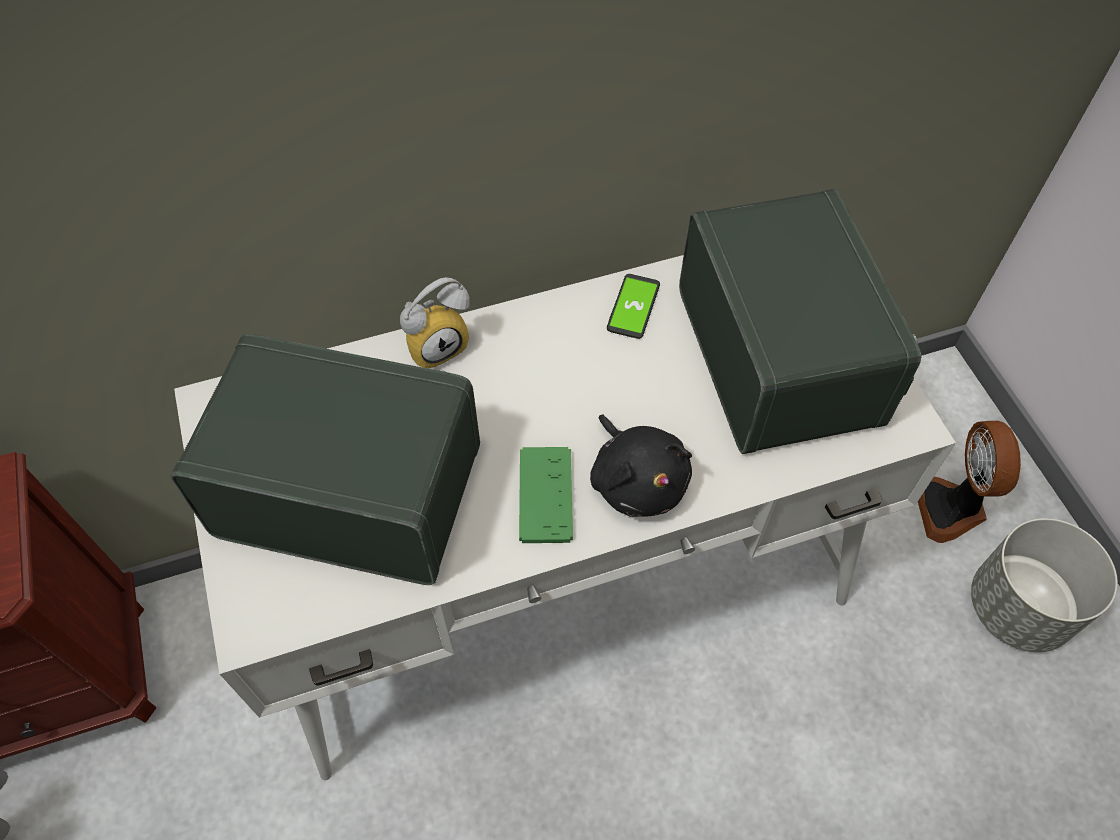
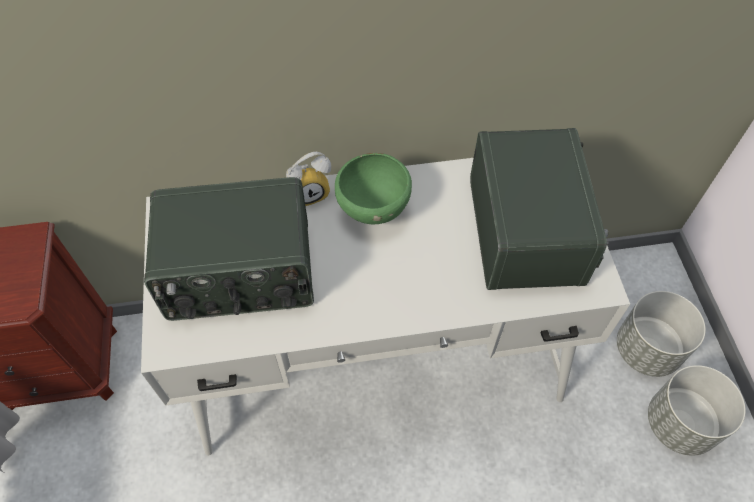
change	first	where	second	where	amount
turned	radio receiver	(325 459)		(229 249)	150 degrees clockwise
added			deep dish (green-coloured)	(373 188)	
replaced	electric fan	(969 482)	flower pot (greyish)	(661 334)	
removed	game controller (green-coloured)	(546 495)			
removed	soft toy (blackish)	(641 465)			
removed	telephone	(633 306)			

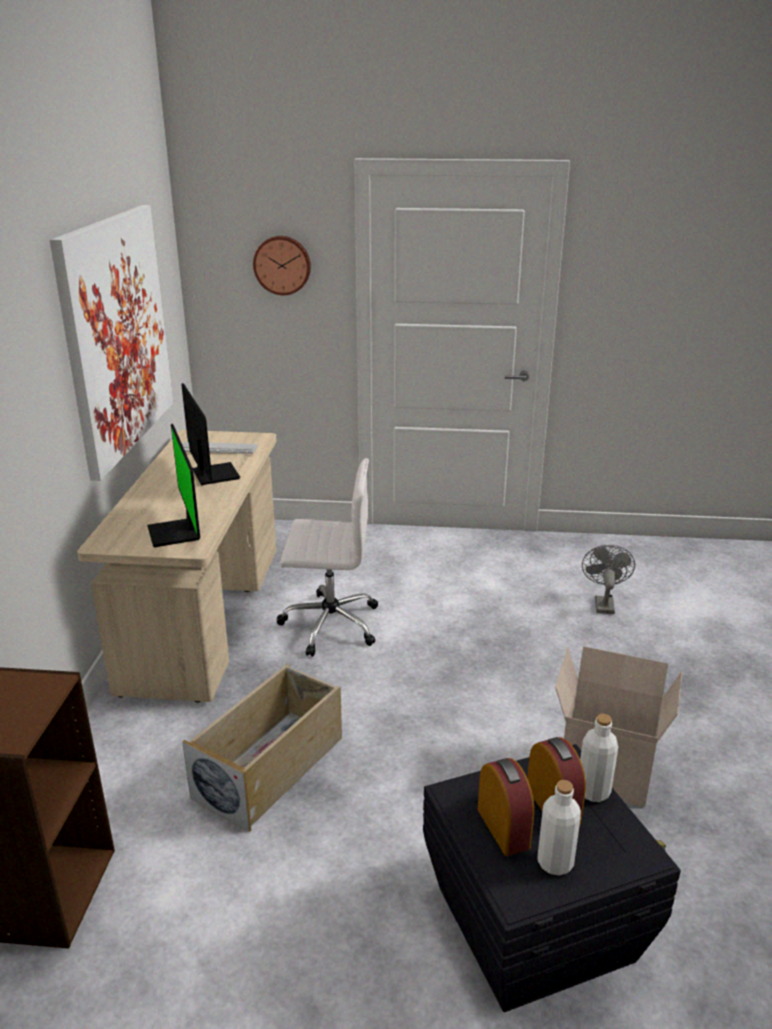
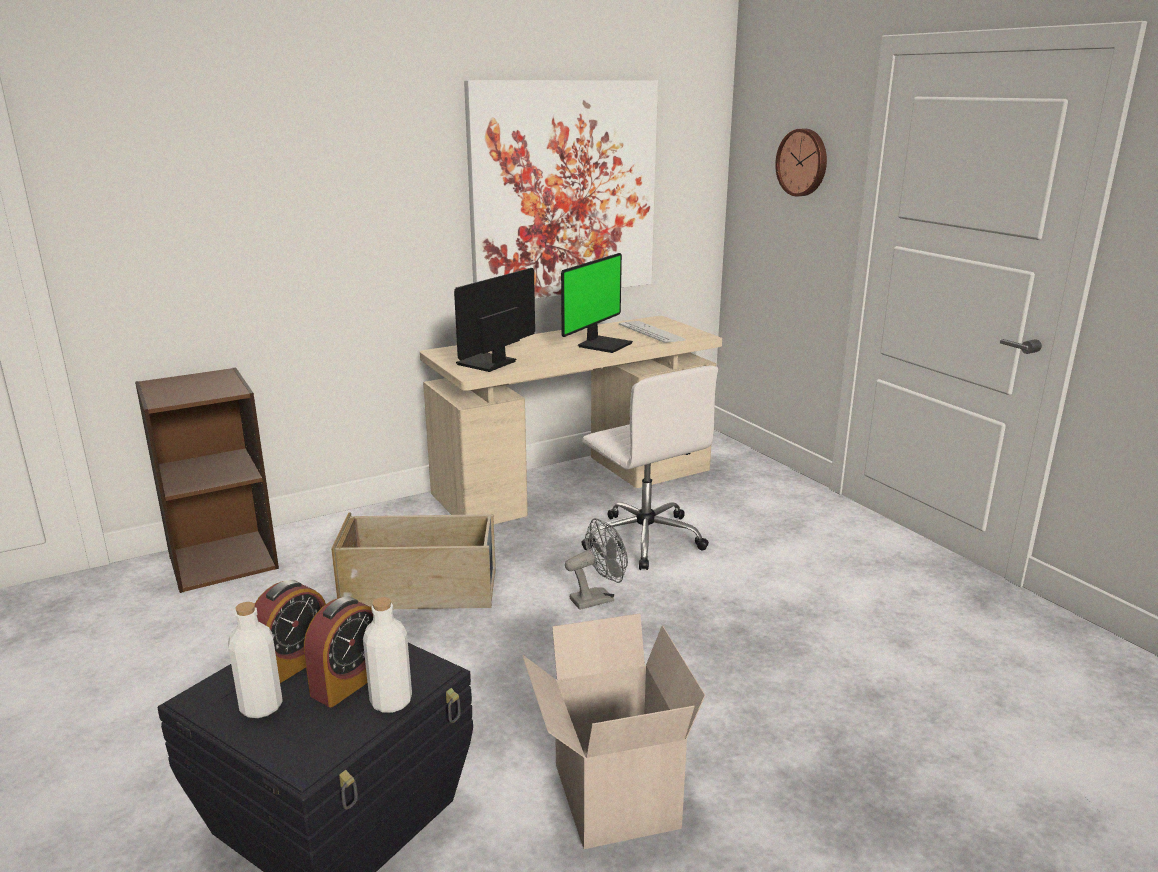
change	first	where	second	where	amount
moved	electric fan (greyish)	(608 579)		(596 564)	

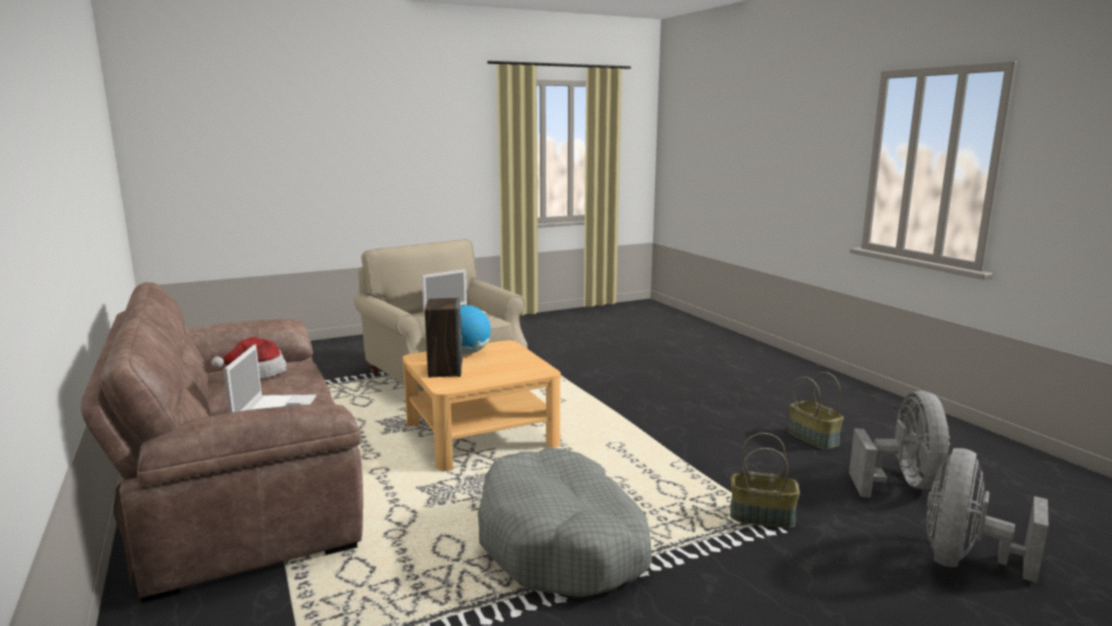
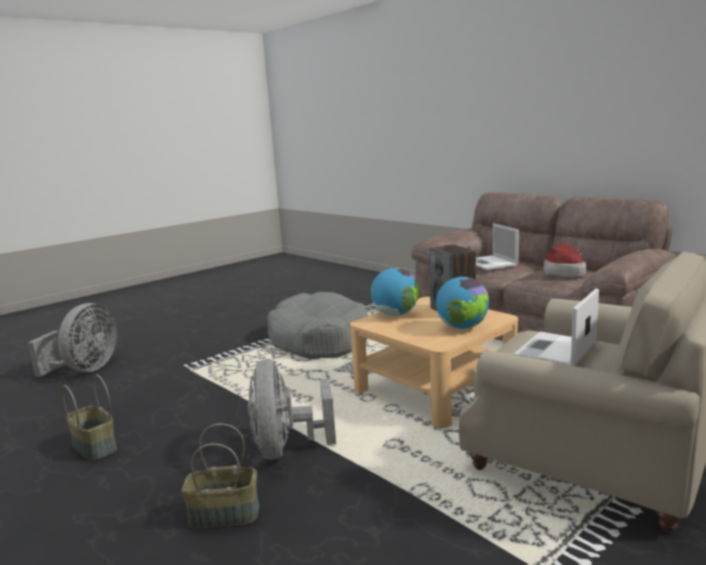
change	first	where	second	where	amount
moved	household basket	(765 480)		(220 475)	
moved	electric fan (greyish)	(899 444)		(292 409)	
added			desk globe	(395 292)	

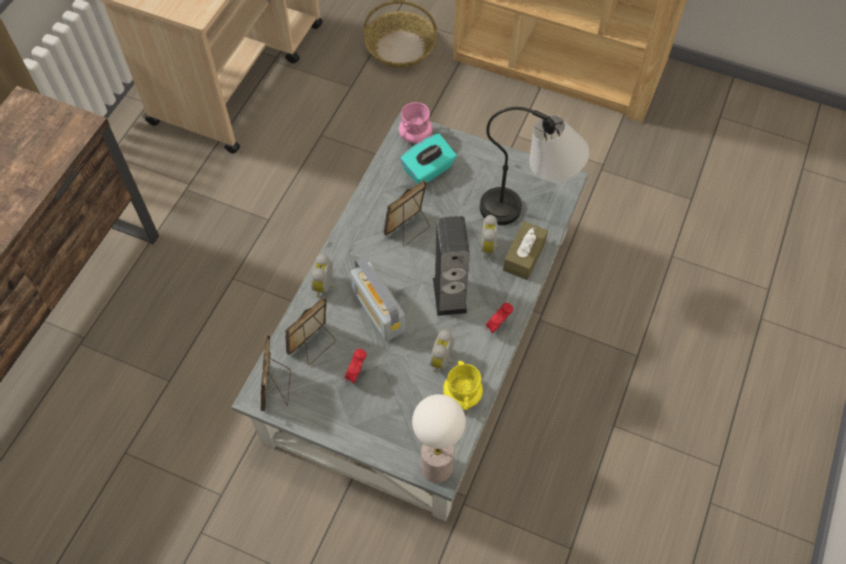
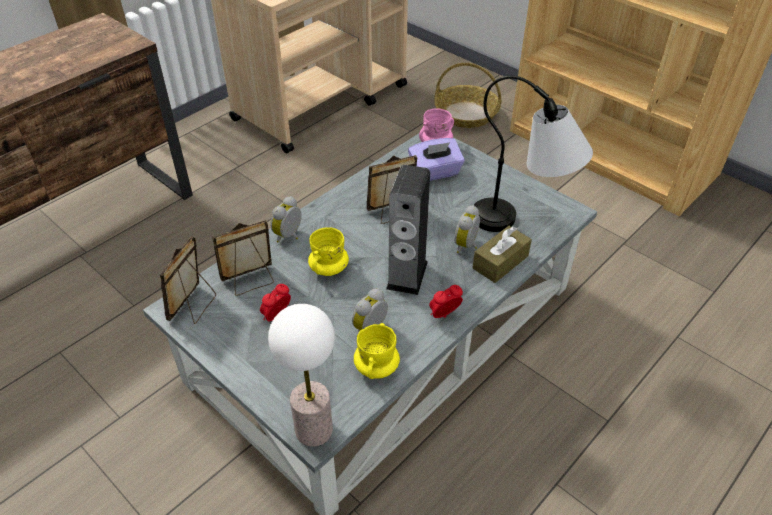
change	first	where	second	where	amount
replaced	radio receiver	(377 299)	tea mug (yellow-coloured)	(328 251)	
recoloured	tissue holder (blue-green)	(428 159)	tissue holder (purple)	(436 159)	

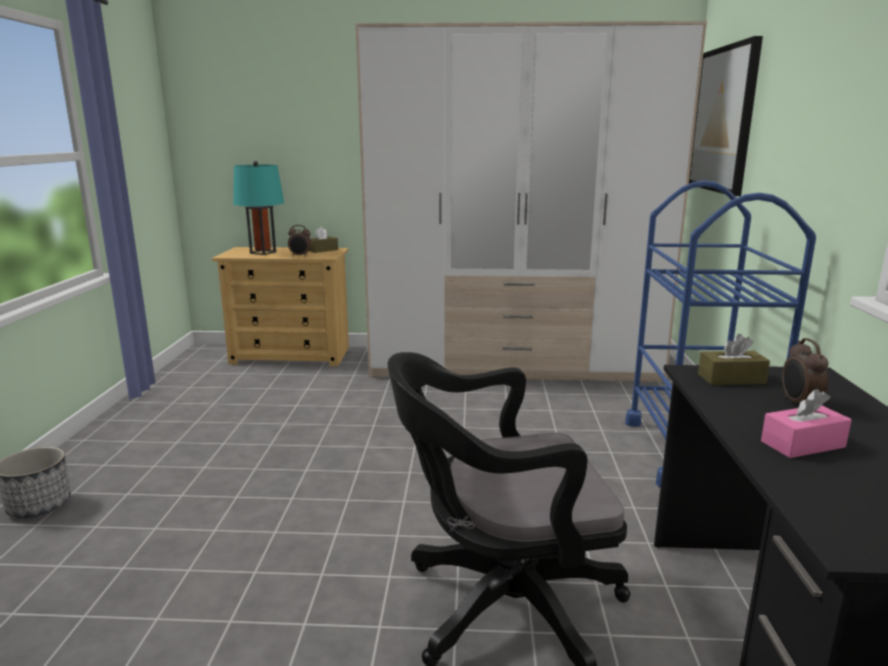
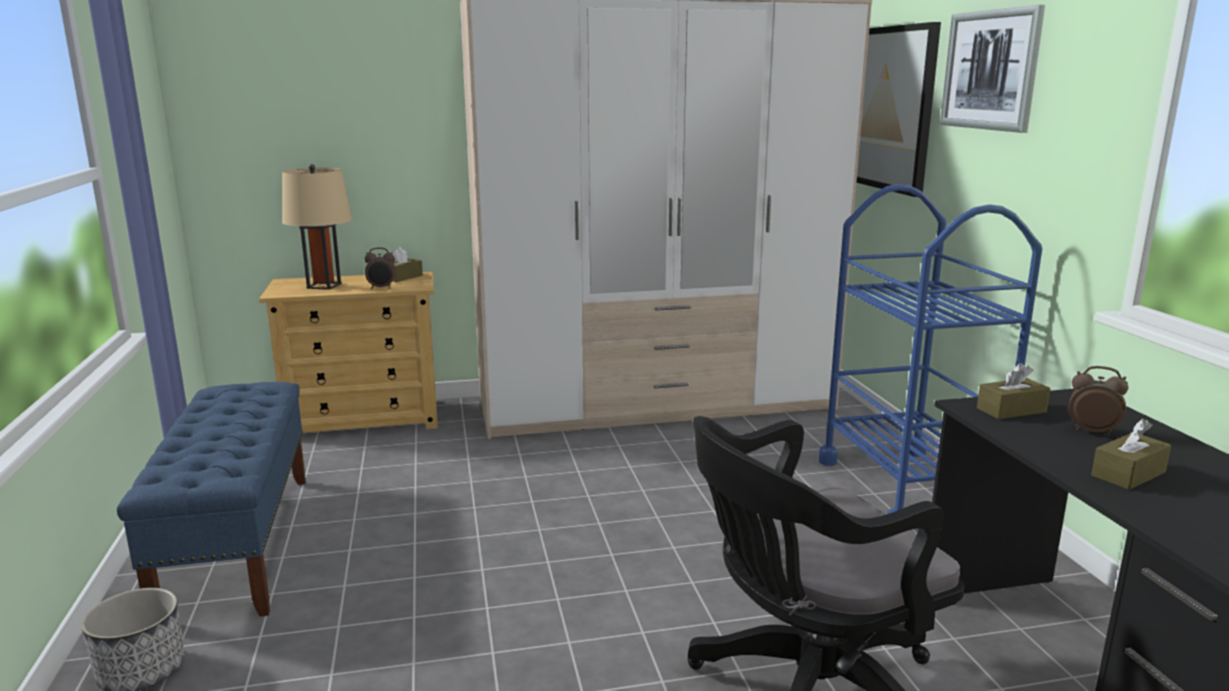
change	first	where	second	where	amount
added			long seat (bluish)	(211 499)	
recoloured	table lamp (blue-green)	(258 208)	table lamp (sand-coloured)	(317 227)	
added			wall picture	(992 69)	
turned	alarm clock	(805 371)		(1098 401)	135 degrees clockwise
recoloured	tissue holder (pink)	(806 423)	tissue holder (brownish)	(1131 454)	

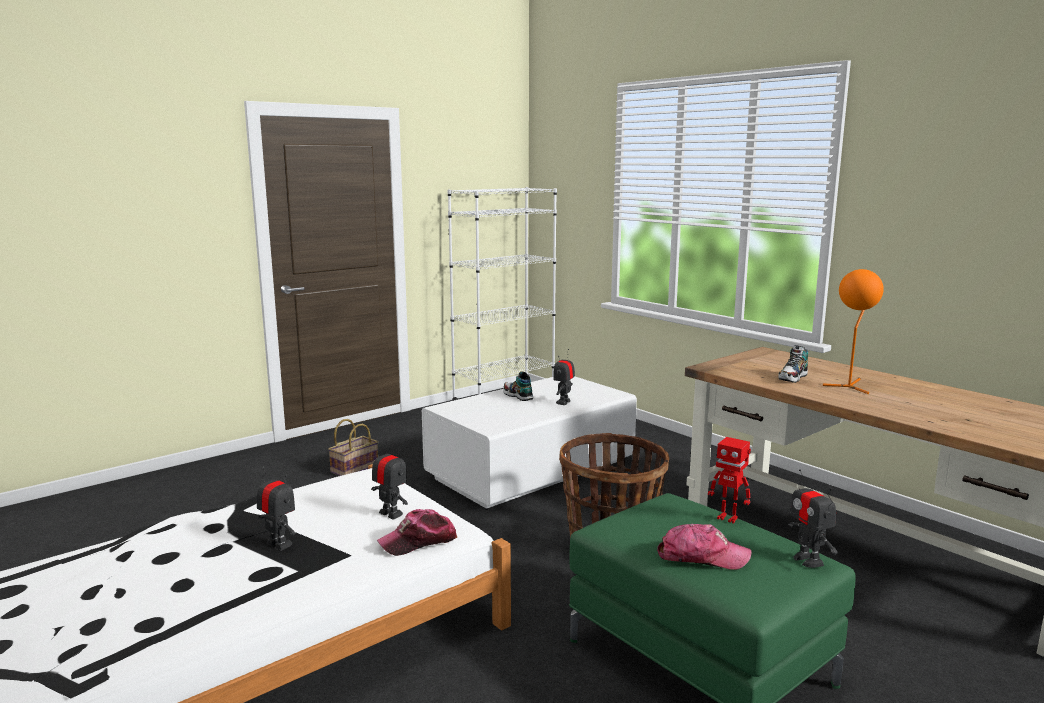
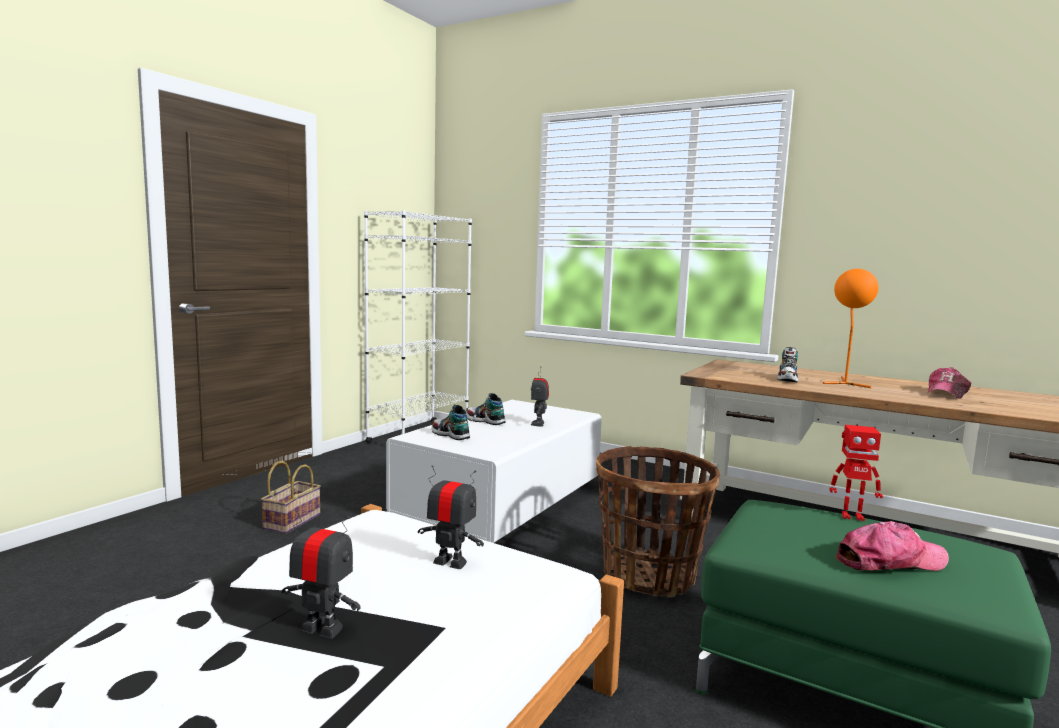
change	first	where	second	where	amount
added			shoe	(451 422)	
moved	baseball cap	(417 532)		(949 383)	
removed	model robot	(813 518)			

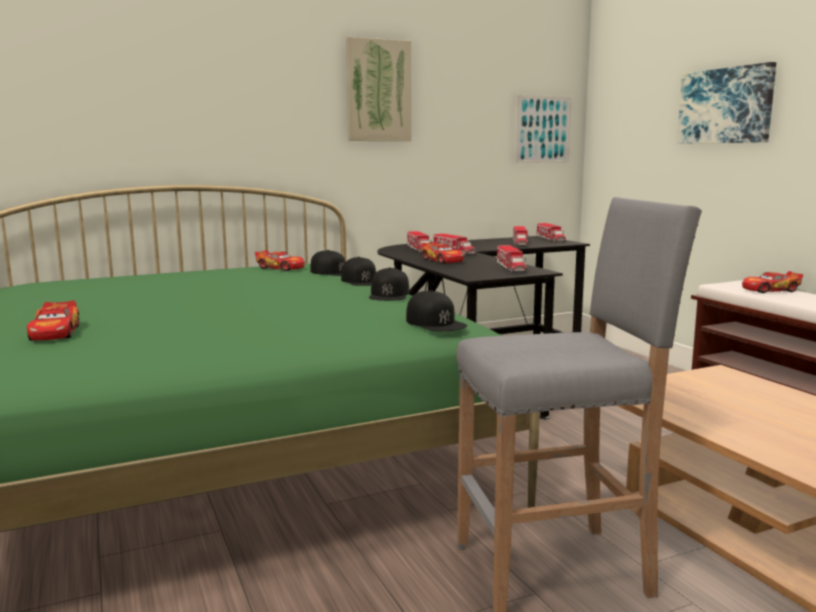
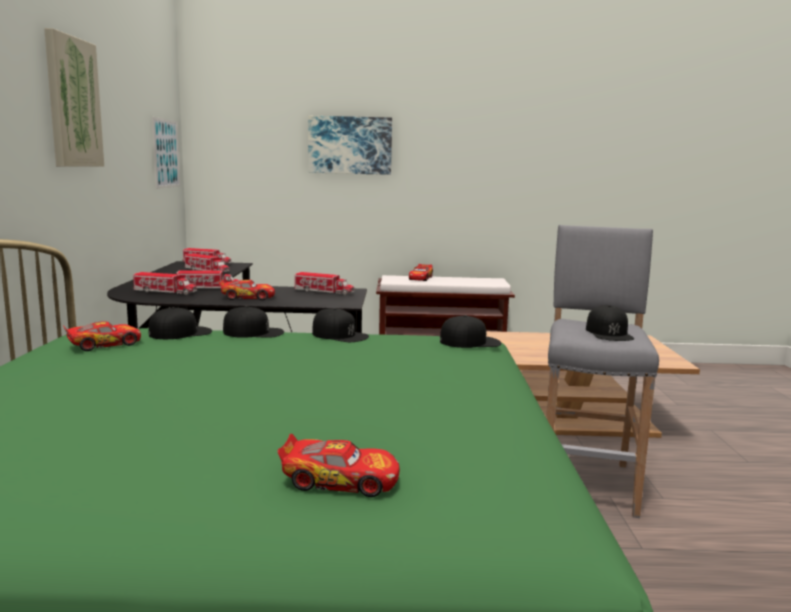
change	first	where	second	where	amount
added			baseball cap (blackish)	(610 323)	

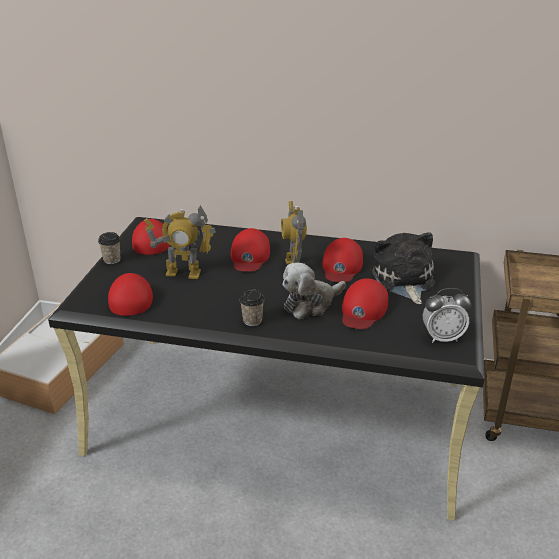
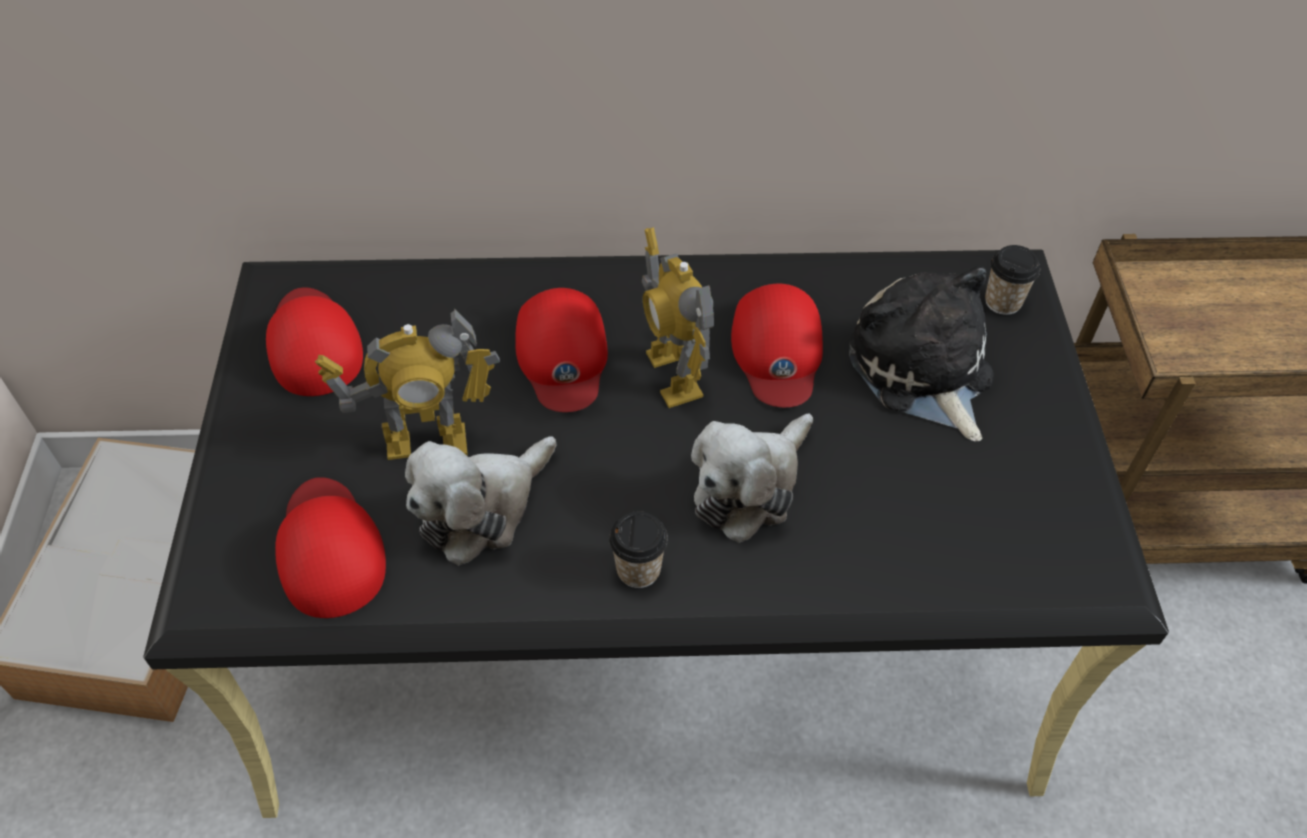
change	first	where	second	where	amount
added			soft toy	(480 501)	
moved	drinking cup	(109 248)		(1012 280)	
removed	baseball cap (reddish)	(365 303)			
removed	alarm clock	(447 315)			

